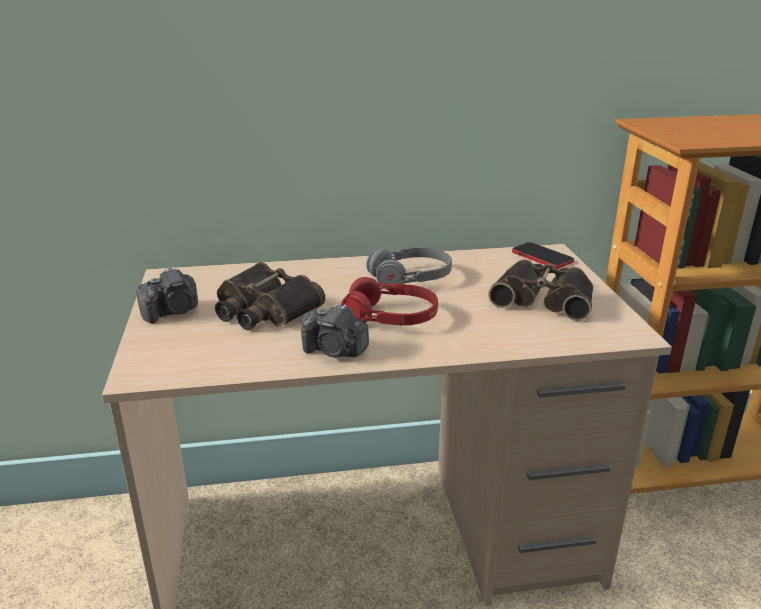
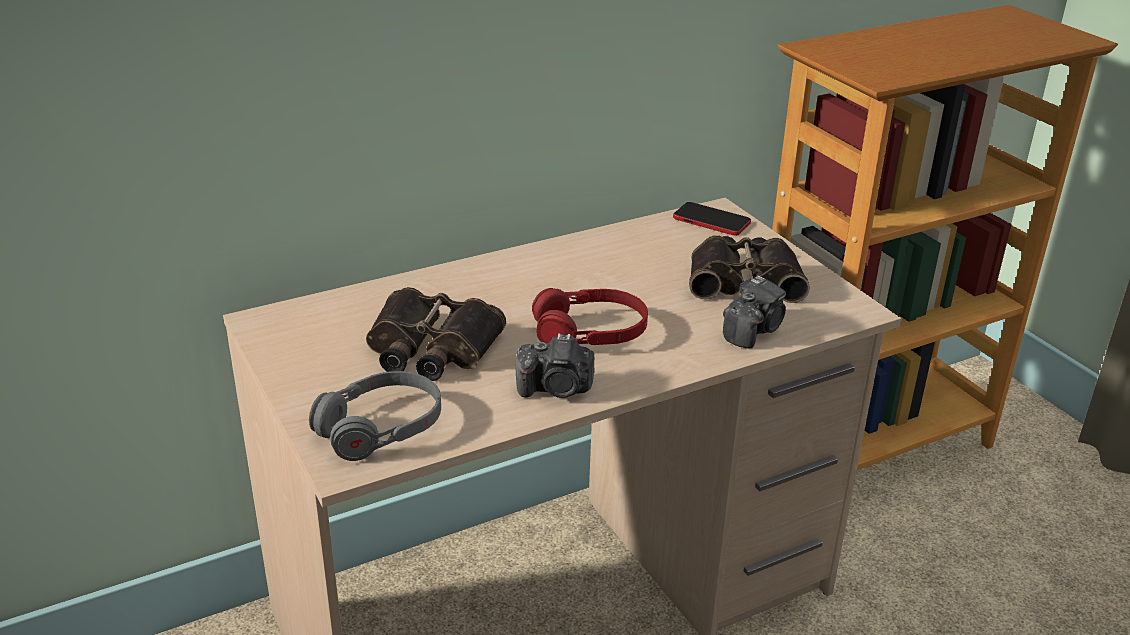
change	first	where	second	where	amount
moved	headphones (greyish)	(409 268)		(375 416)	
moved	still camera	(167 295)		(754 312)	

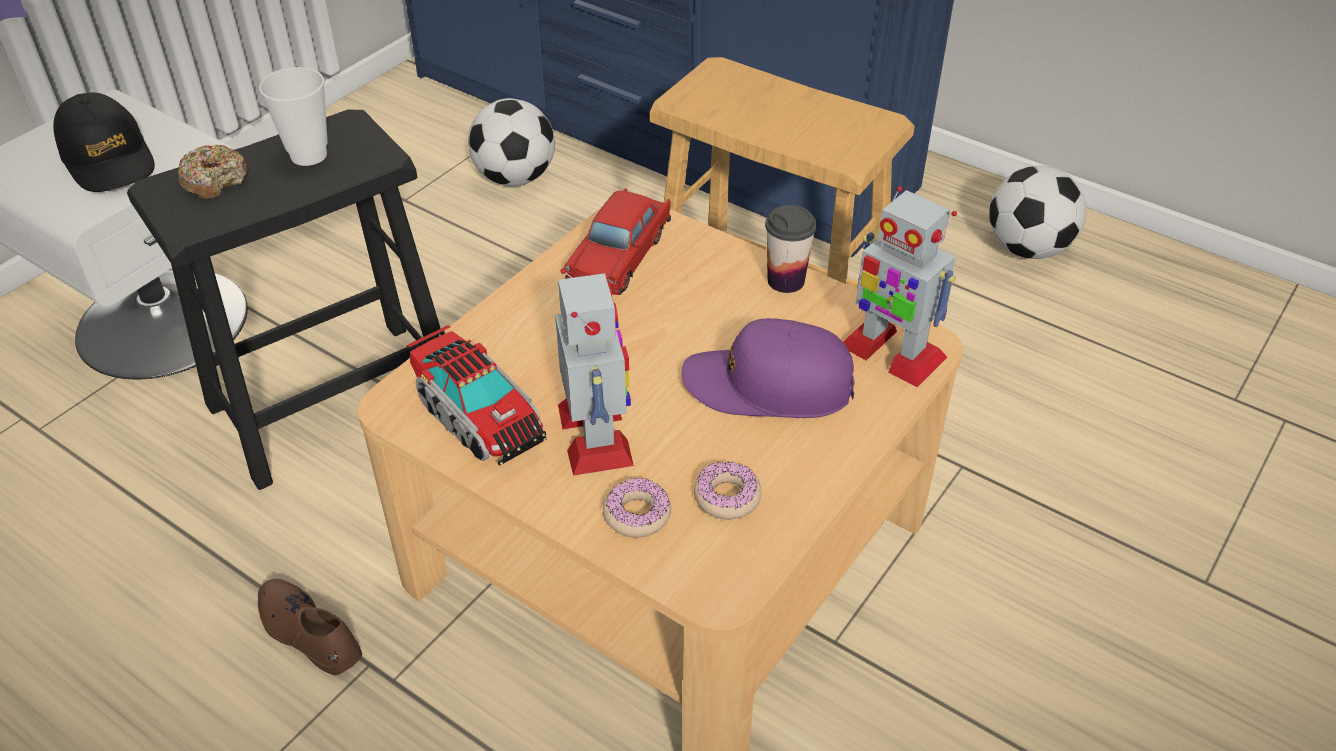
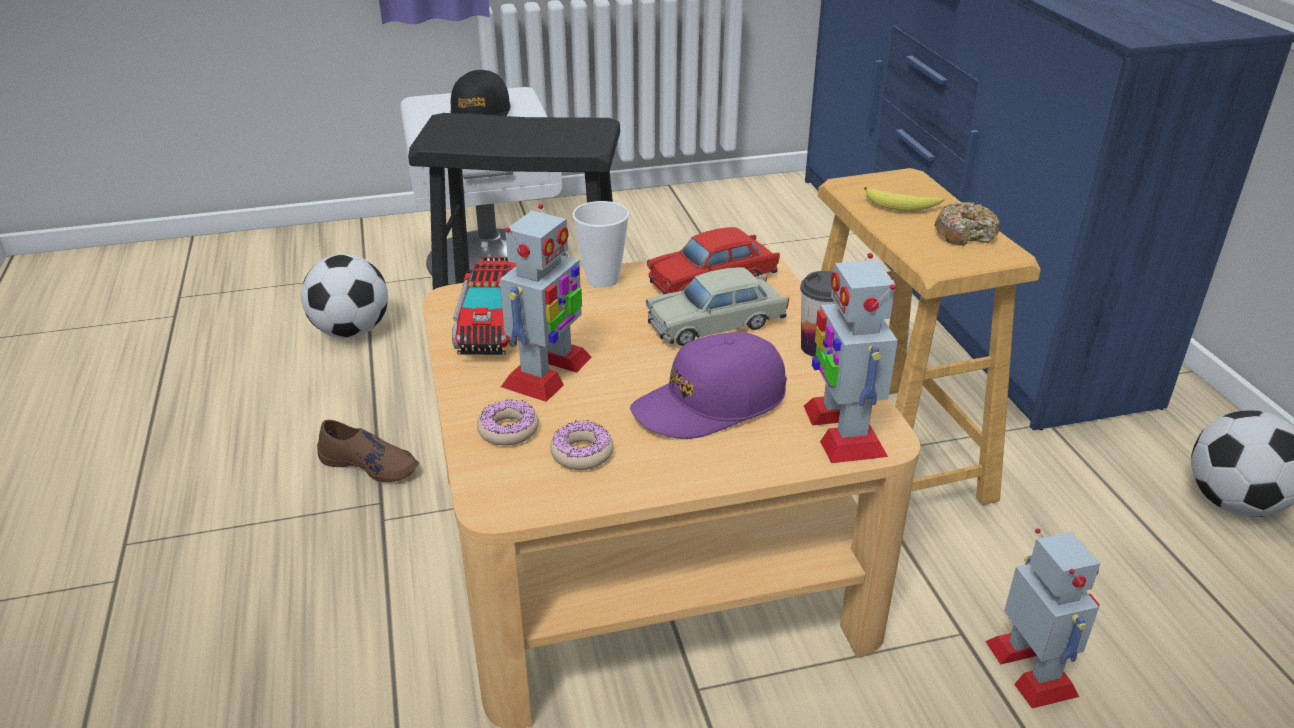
change	first	where	second	where	amount
moved	football ball	(511 142)		(344 296)	
turned	shoe (brownish)	(310 627)		(368 451)	120 degrees clockwise
moved	drinking cup	(293 116)		(601 244)	
turned	baseball cap (purple)	(768 368)		(708 385)	75 degrees counterclockwise
added			miniature car (sand-coloured)	(717 306)	
added			whole banana	(904 199)	
moved	doughnut	(212 171)		(967 224)	
added			model robot	(1042 618)	

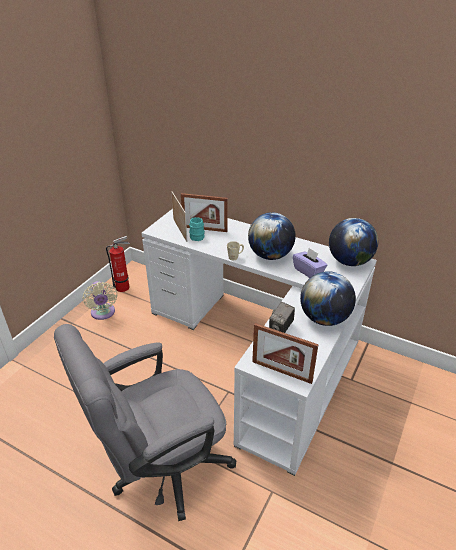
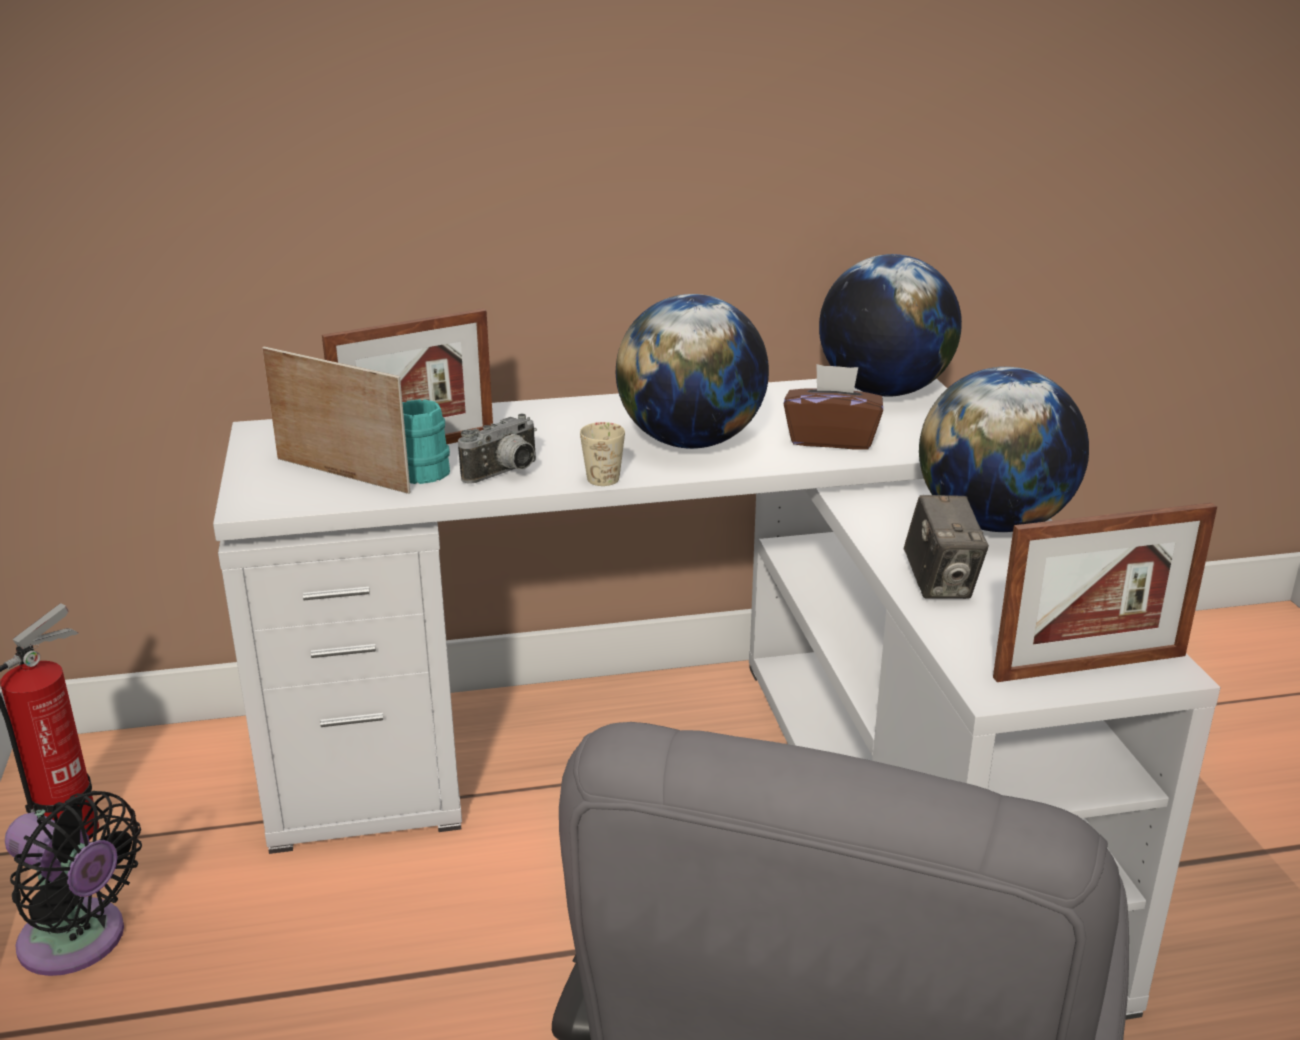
change	first	where	second	where	amount
recoloured	electric fan (sand-coloured)	(99 300)	electric fan (blackish)	(73 883)	
added			still camera	(497 449)	
recoloured	tissue holder (purple)	(310 263)	tissue holder (brownish)	(833 407)	

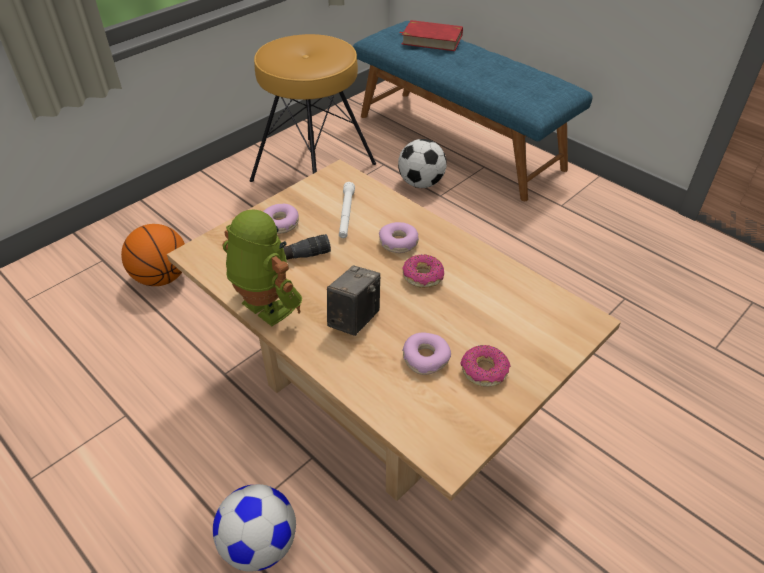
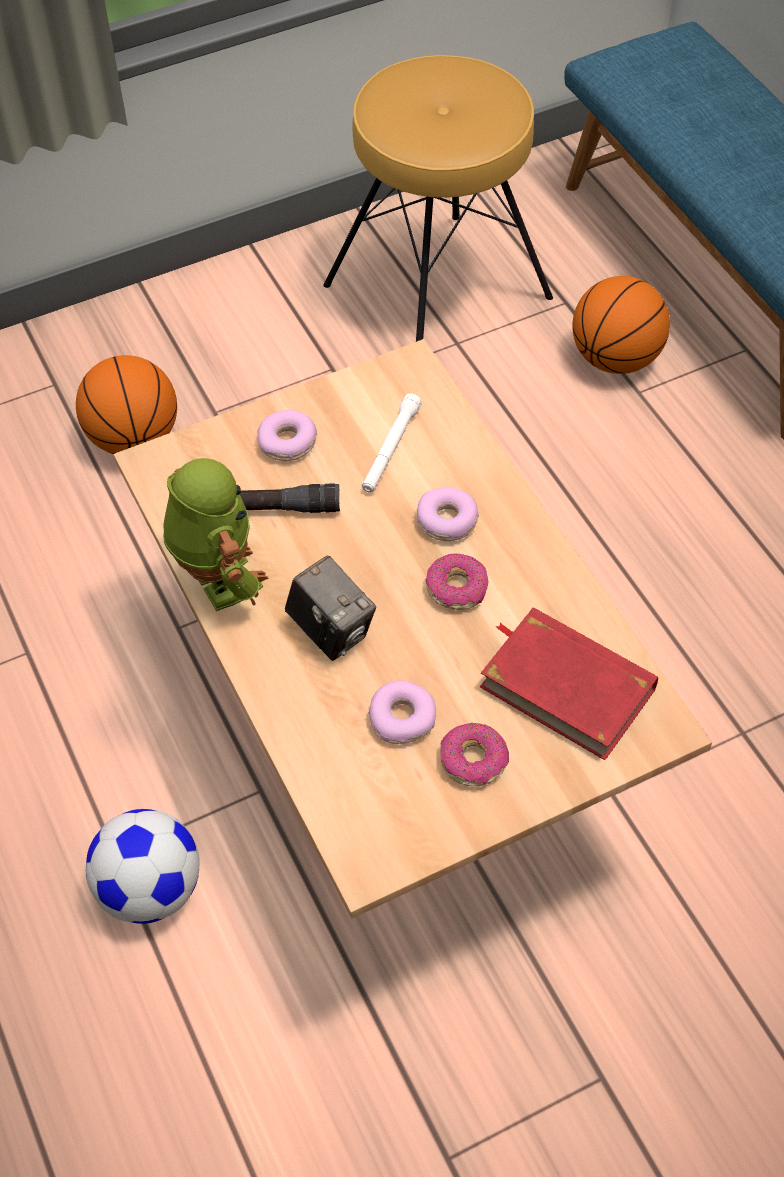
change	first	where	second	where	amount
turned	still camera	(353 301)		(330 608)	90 degrees clockwise
moved	bound book (reddish)	(431 35)		(569 684)	
replaced	football ball	(422 163)	basketball ball	(621 325)	

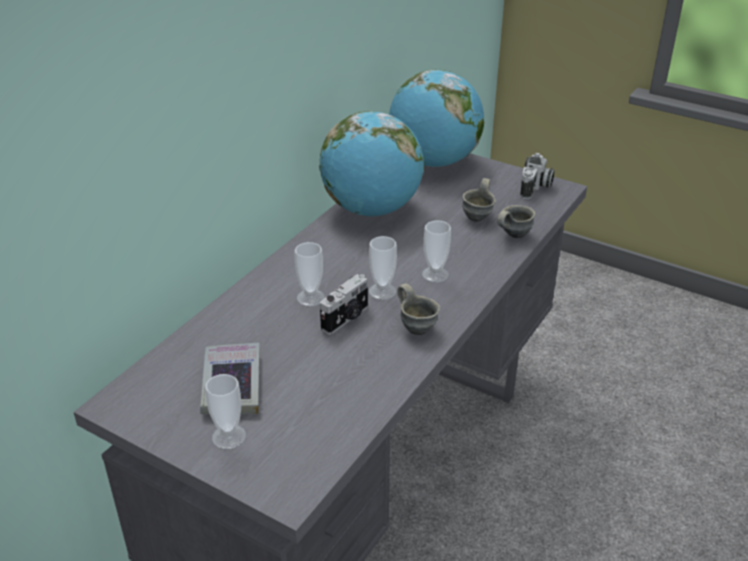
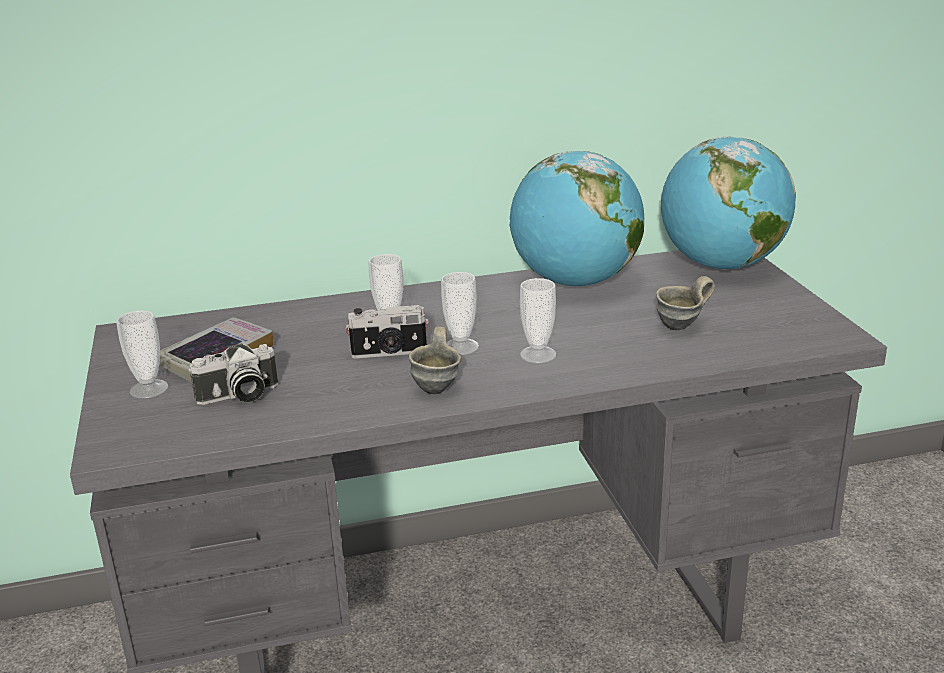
change	first	where	second	where	amount
moved	still camera	(537 176)		(233 374)	
removed	tea mug (greyish)	(516 221)			

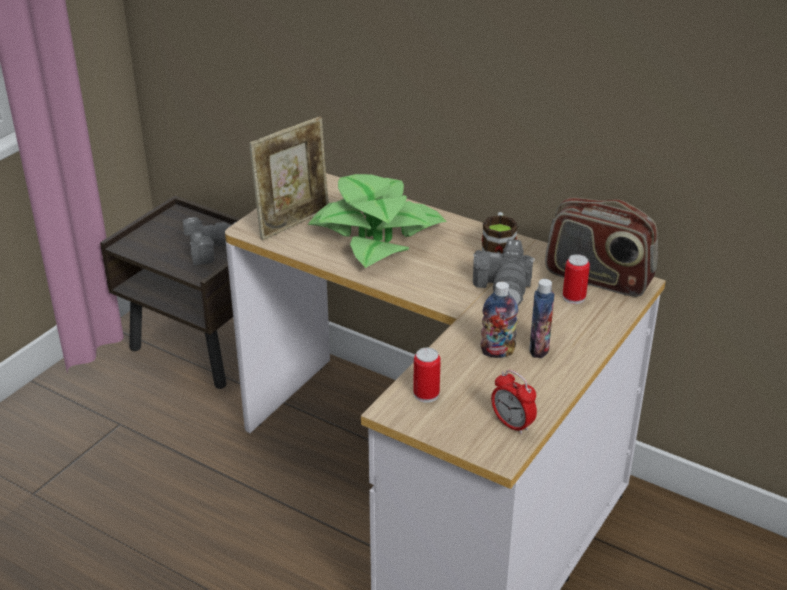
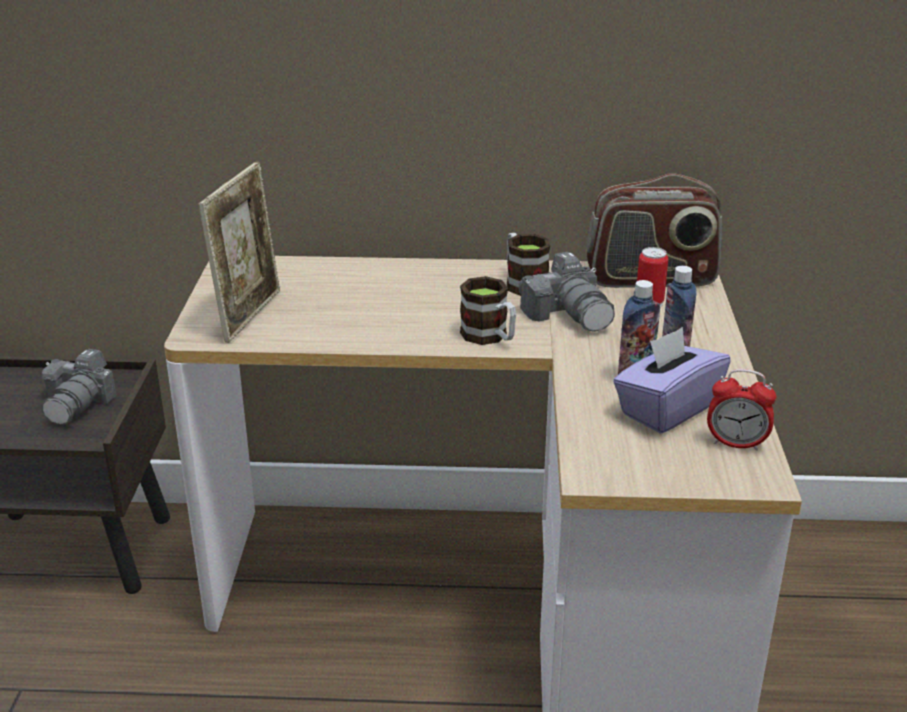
change	first	where	second	where	amount
turned	still camera	(209 241)		(79 387)	150 degrees clockwise
added			tea mug	(488 310)	
added			tissue holder (purple)	(672 380)	
removed	plant in a pot	(377 221)			
removed	can	(427 375)			

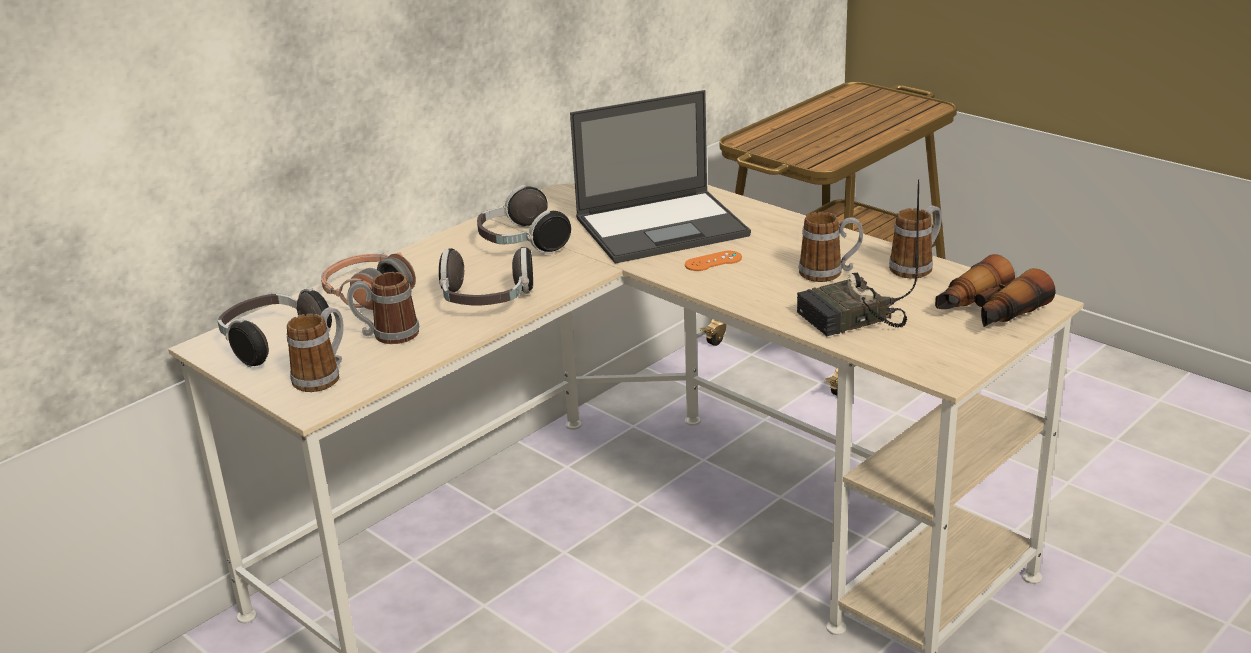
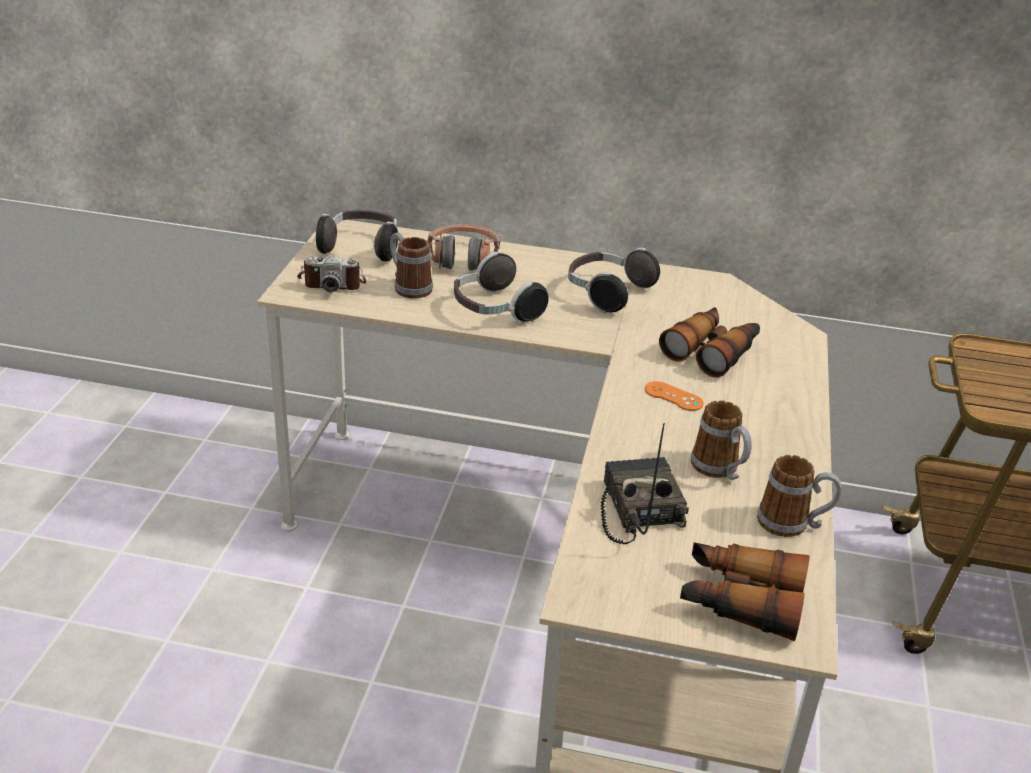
change	first	where	second	where	amount
replaced	tea mug	(315 349)	still camera	(331 273)	
turned	radio receiver	(858 258)		(645 483)	45 degrees clockwise
replaced	laptop	(660 177)	pair of binoculars	(709 342)	

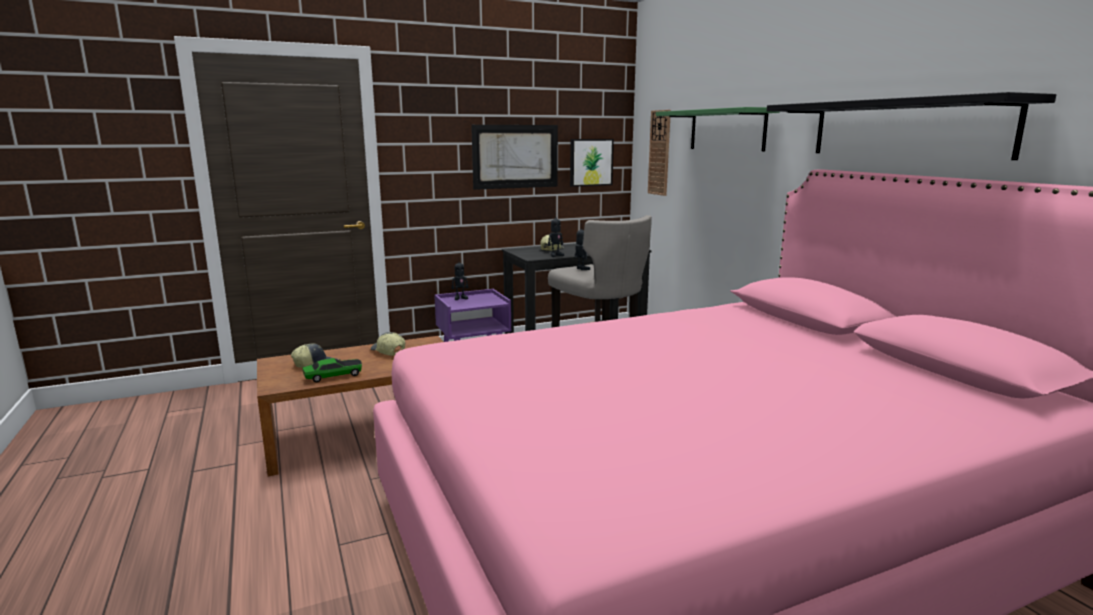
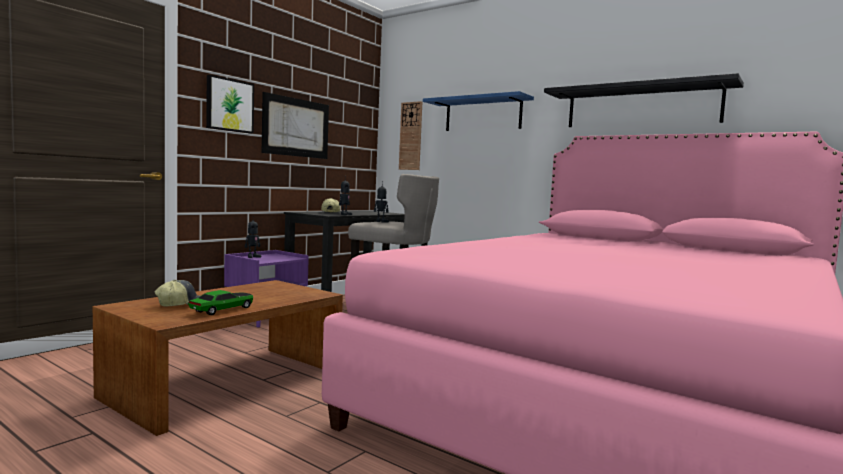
change	first	where	second	where	amount
moved	wall picture	(592 163)		(230 104)	
recoloured	shelf (green-coloured)	(718 129)	shelf (bluish)	(478 111)	
removed	baseball cap	(388 344)			

